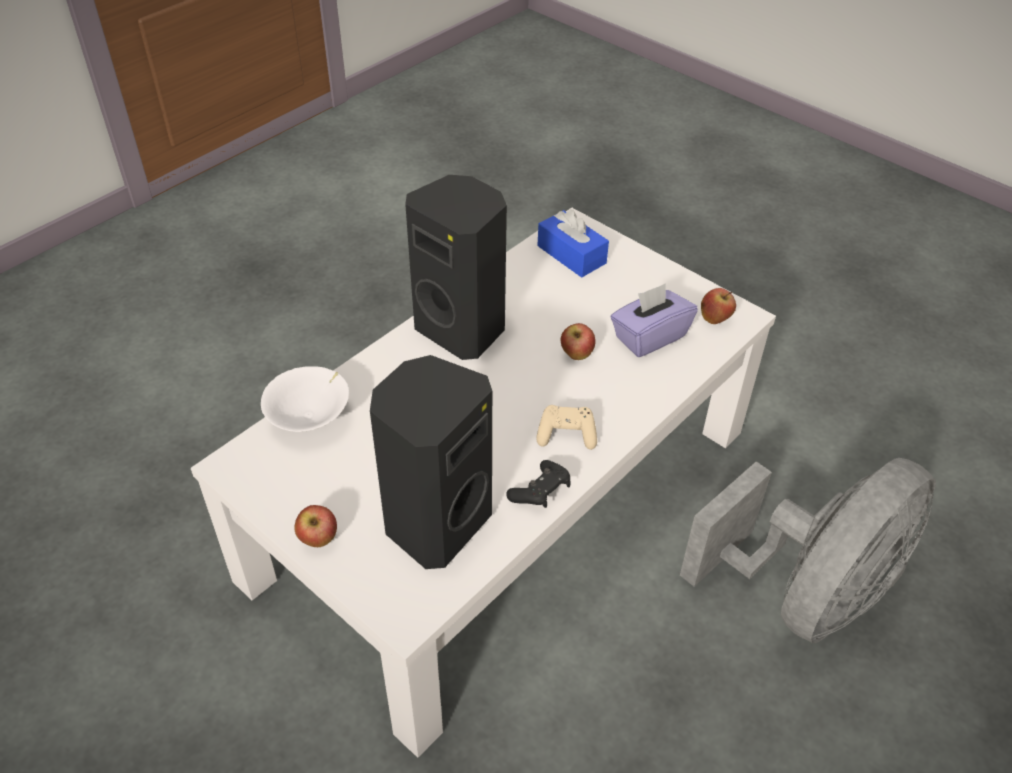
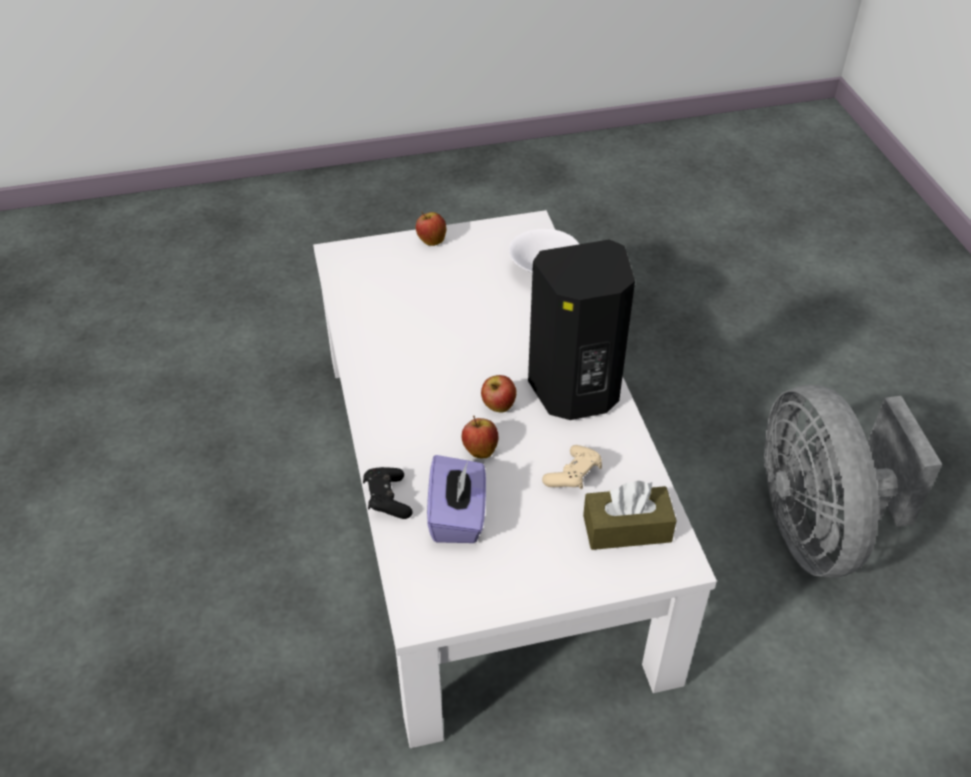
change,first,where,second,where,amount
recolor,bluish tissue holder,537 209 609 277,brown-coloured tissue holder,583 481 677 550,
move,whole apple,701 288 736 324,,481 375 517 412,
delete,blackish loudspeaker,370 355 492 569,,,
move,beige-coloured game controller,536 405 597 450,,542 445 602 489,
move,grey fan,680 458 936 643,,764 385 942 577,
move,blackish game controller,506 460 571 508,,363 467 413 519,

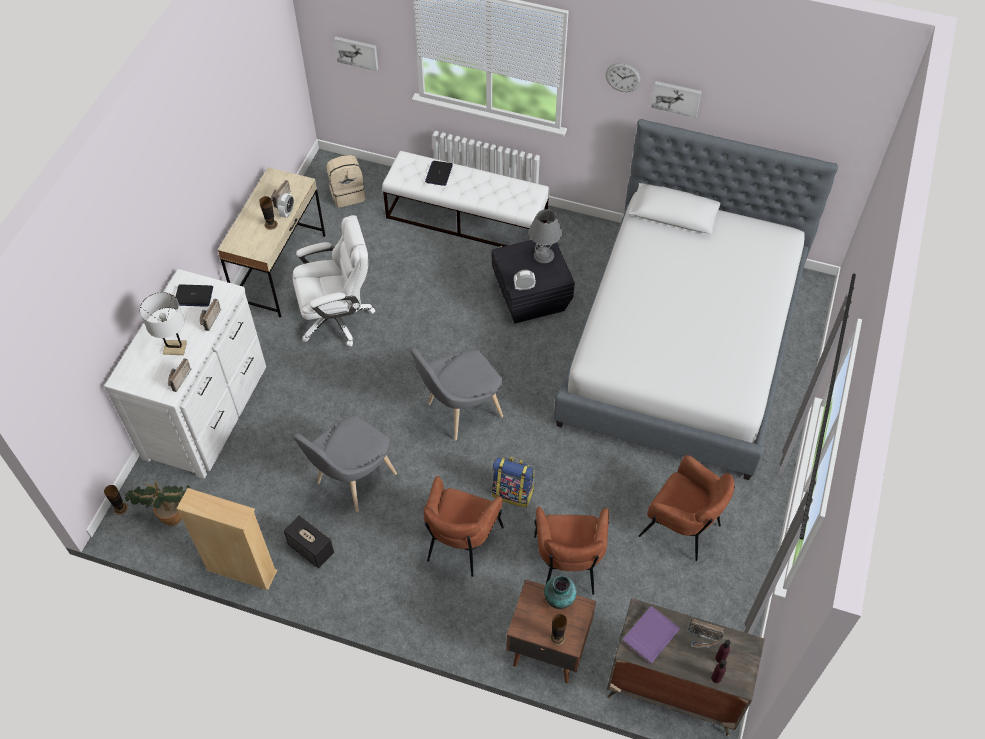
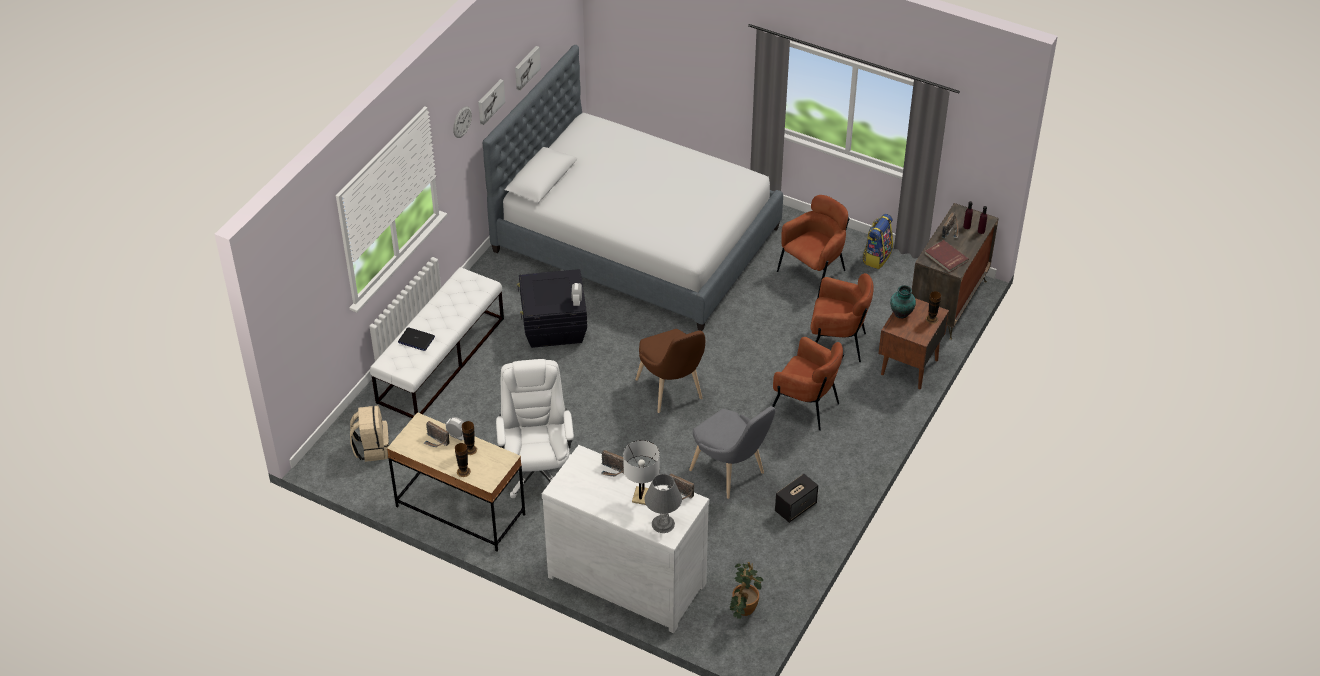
change,first,where,second,where,amount
move,wall picture,334 37 378 71,,515 46 541 91,
move,grey table lamp,529 209 562 263,,645 474 682 533,
delete,laptop,176 284 213 307,,,
recolor,grey upright chair,410 347 503 440,brown-coloured upright chair,635 329 705 413,
move,backpack,492 457 534 507,,863 214 893 269,
move,decorative vase,104 485 128 515,,455 443 471 477,
delete,beige-coloured bookcase,176 488 277 590,,,
recolor,purple-coloured volume,622 606 680 664,red-coloured volume,925 240 969 273,

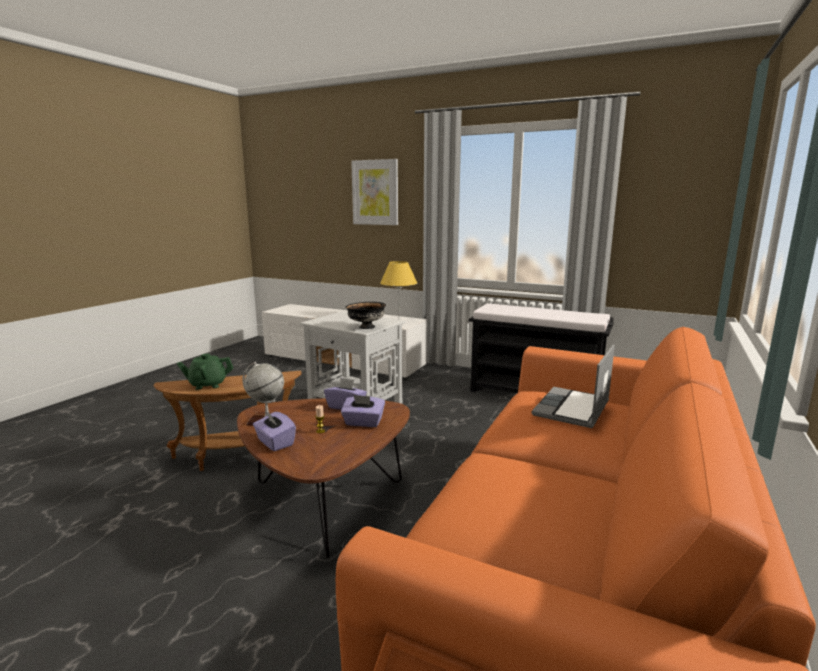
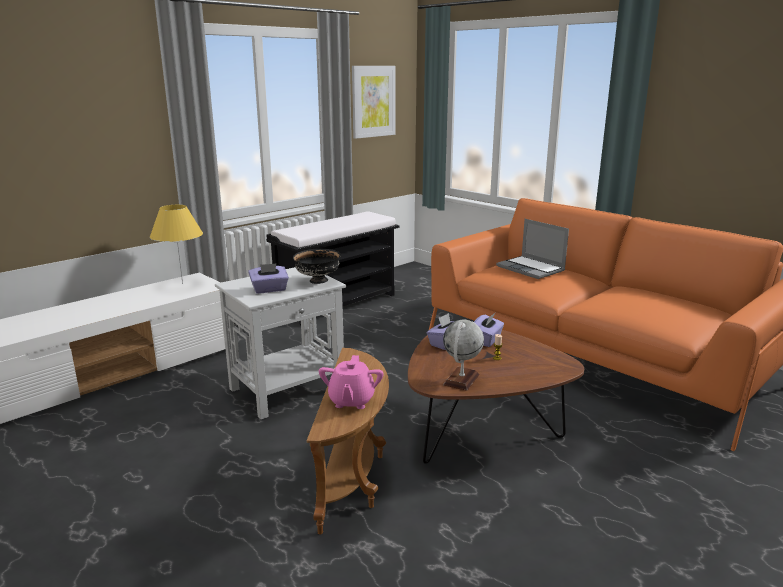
change,first,where,second,where,amount
move,wall picture,351 159 398 225,,352 66 396 139,
recolor,greenish tea pot,177 353 233 390,pinkish tea pot,319 355 384 409,
move,purple-coloured tissue holder,253 410 296 451,,248 263 289 294,

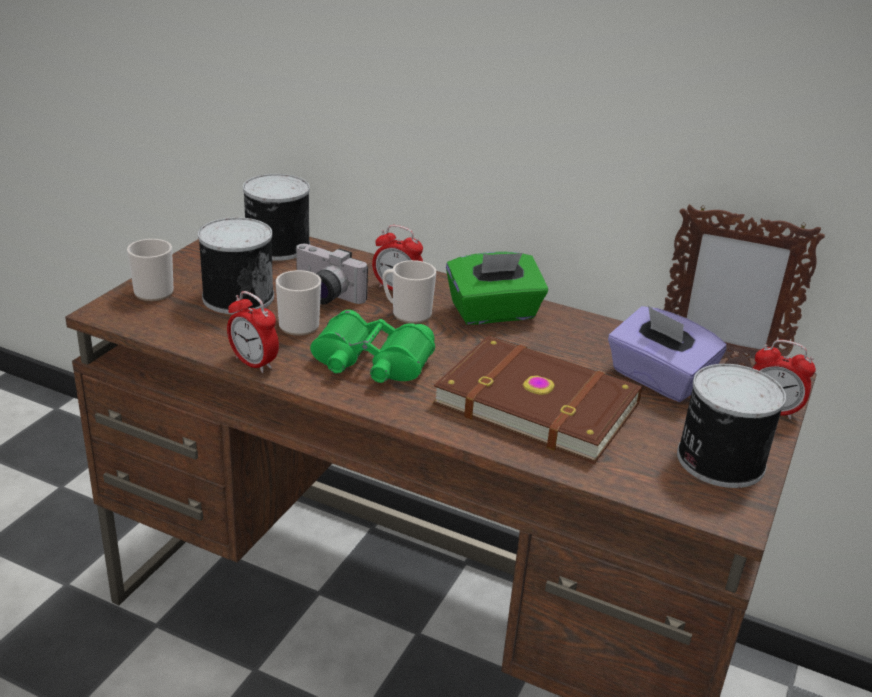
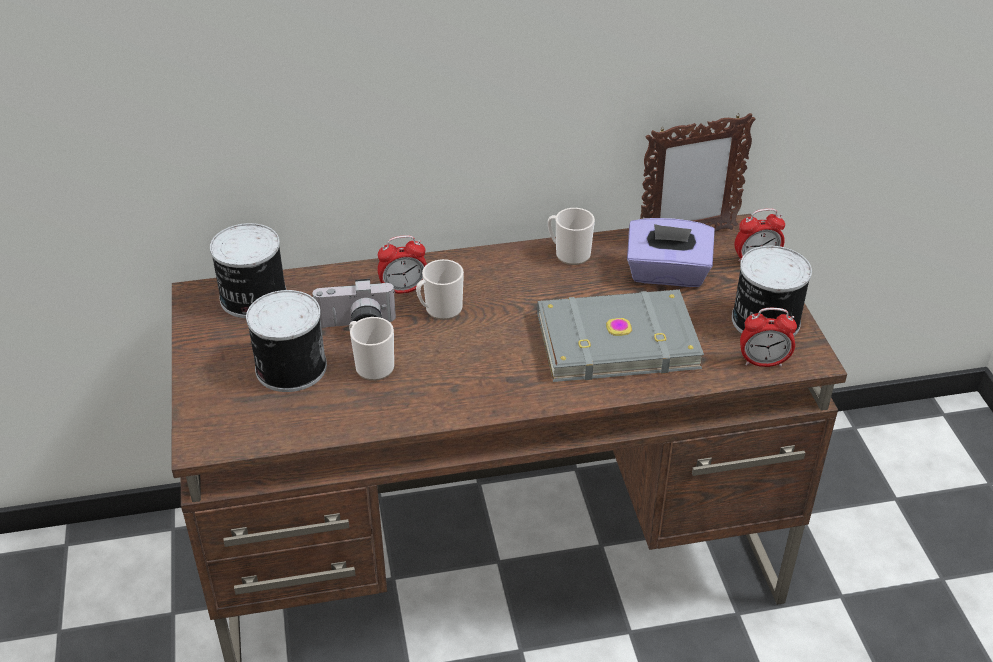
change,first,where,second,where,amount
move,mug,127 239 174 301,,548 208 595 265,
delete,greenish tissue holder,446 252 548 324,,,
move,table clock,227 291 279 373,,740 308 797 367,
delete,greenish binoculars,310 310 435 383,,,
recolor,brown-coloured volume,432 336 642 464,grey volume,537 289 704 382,

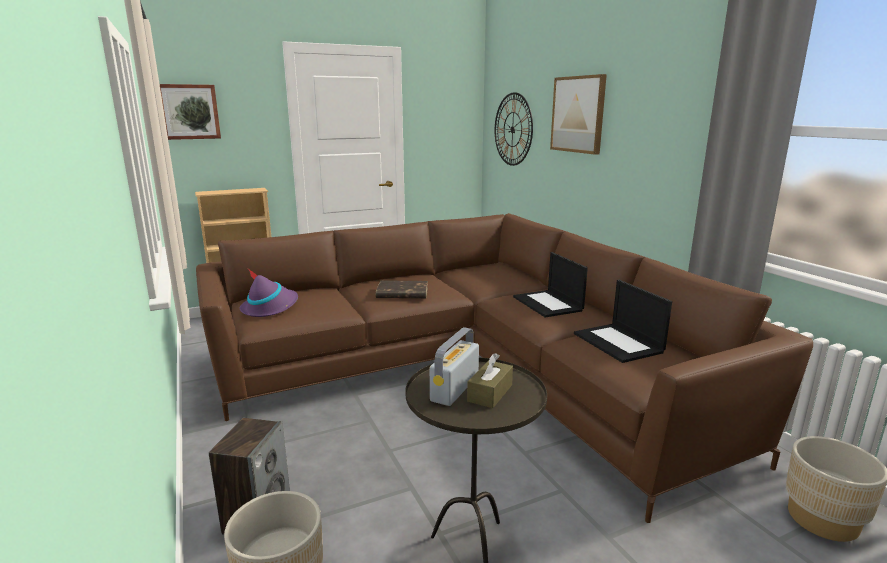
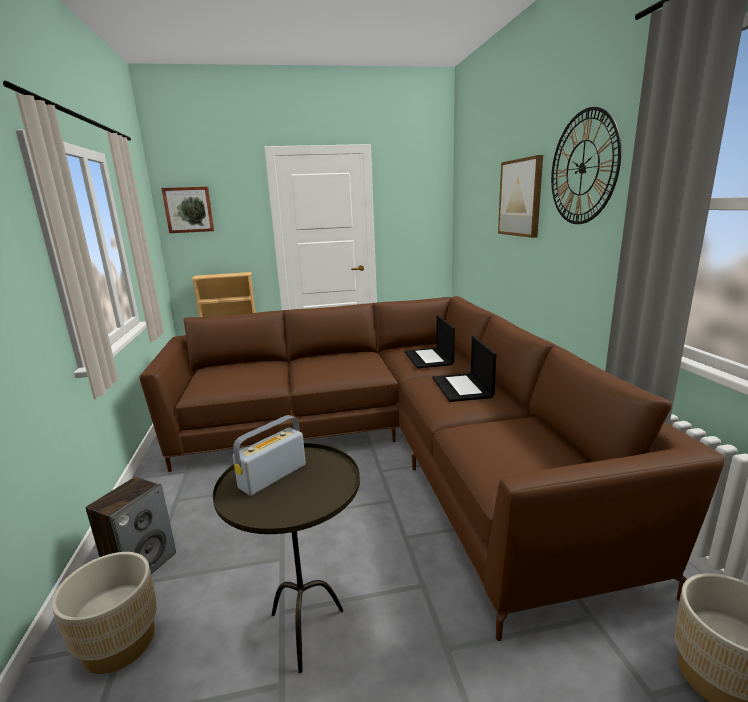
change,first,where,second,where,amount
move,clock on the wall,495 92 533 166,,551 107 621 224,
delete,purple-coloured hat,240 269 298 317,,,
delete,brown-coloured volume,376 280 428 298,,,
move,laptop,574 280 672 363,,404 316 455 369,
delete,brown-coloured tissue holder,467 353 513 408,,,

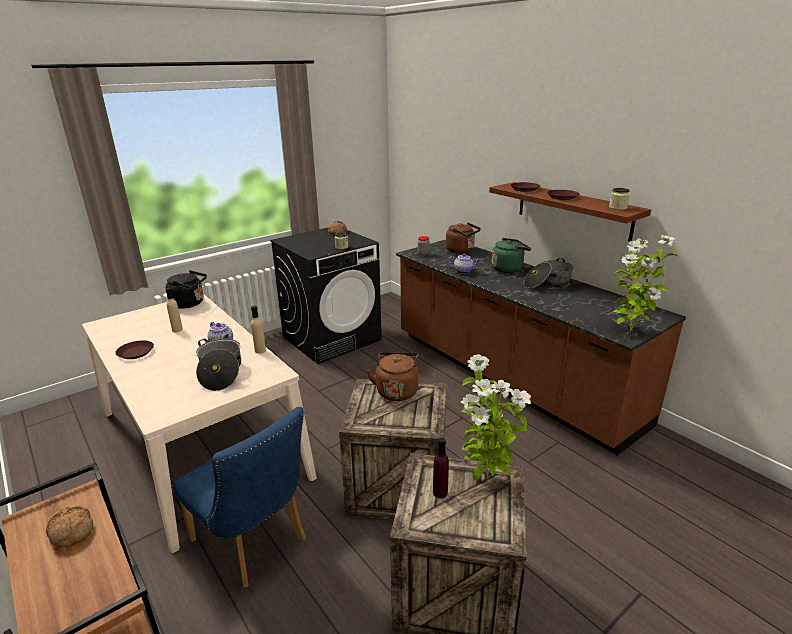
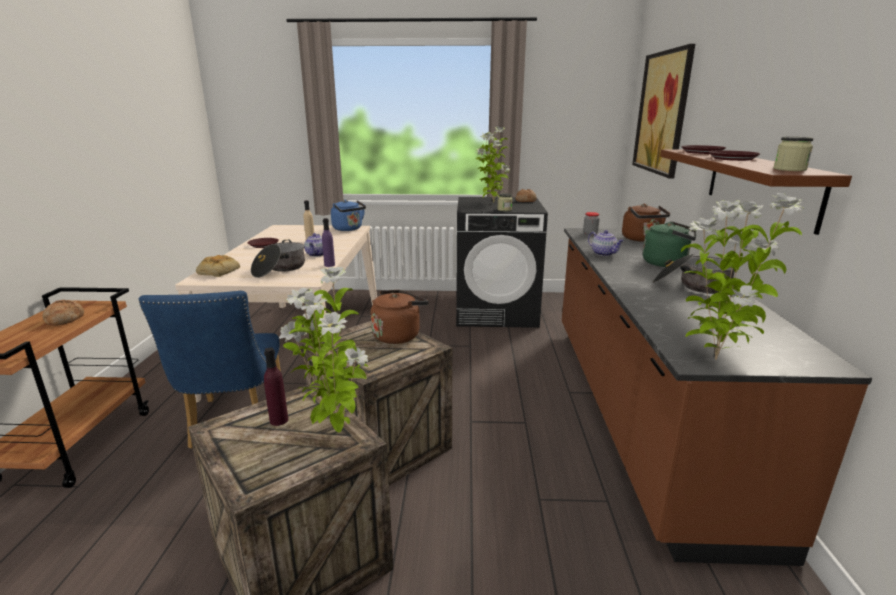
change,first,where,second,where,amount
recolor,blackish kettle,166 270 207 309,bluish kettle,331 200 366 231,
recolor,beige-coloured beverage bottle,251 306 266 354,purple-coloured beverage bottle,322 218 335 267,
insert,,,wall picture,632 44 695 179,
insert,,,houseplant,475 126 510 203,
insert,,,bread,196 255 240 277,

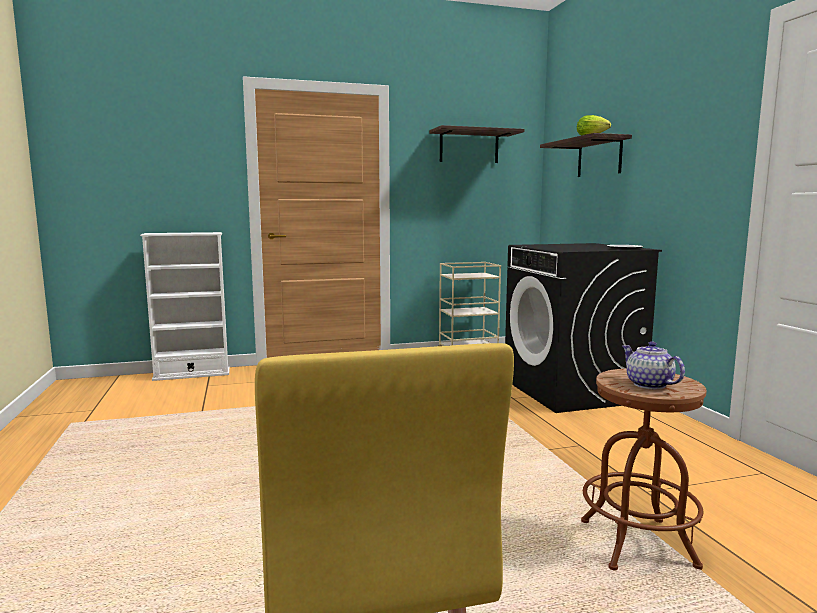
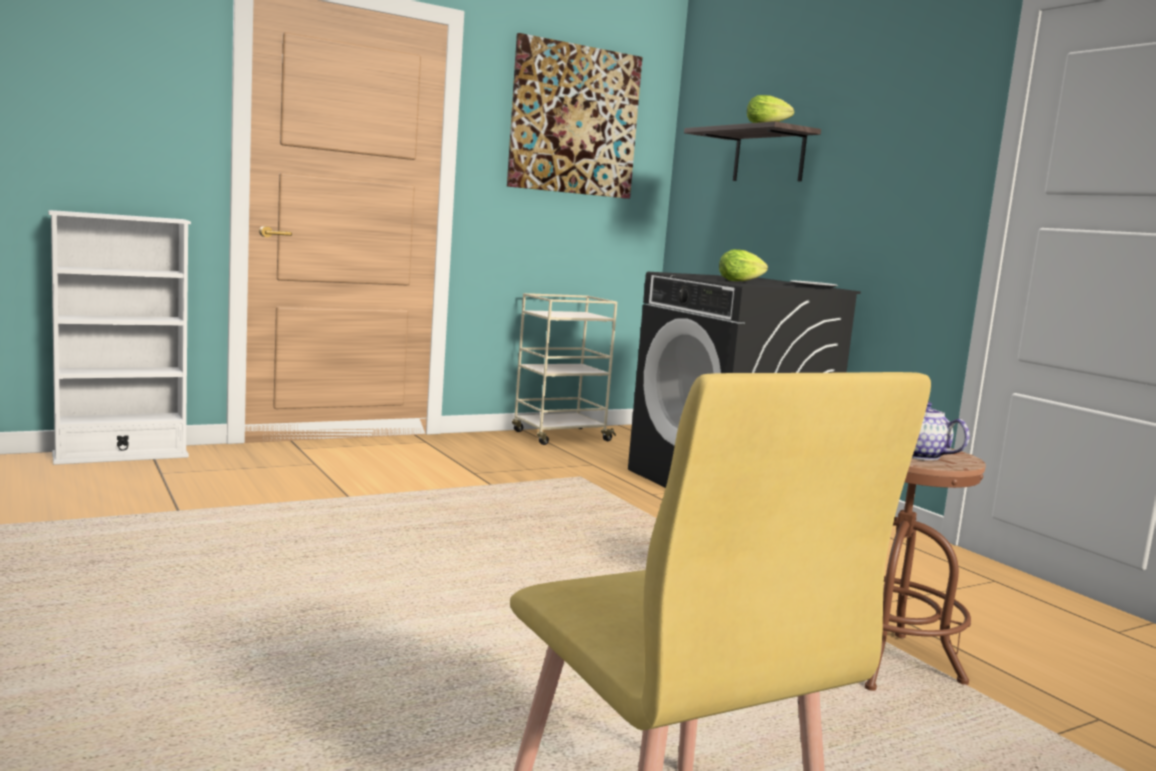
change,first,where,second,where,amount
replace,bracket shelf,429 125 524 163,wall picture,507 33 643 199,
insert,,,lettuce head,719 249 768 281,

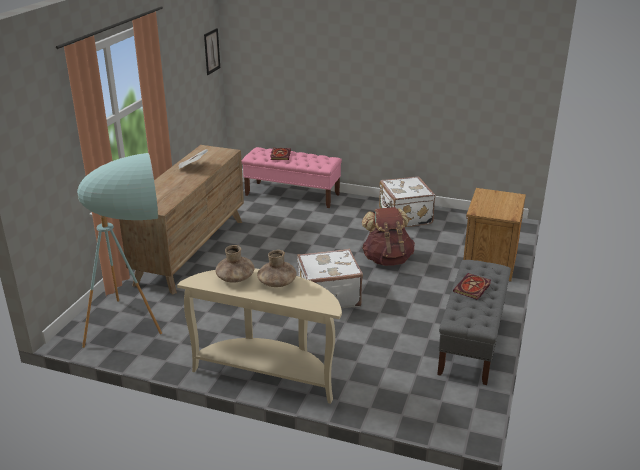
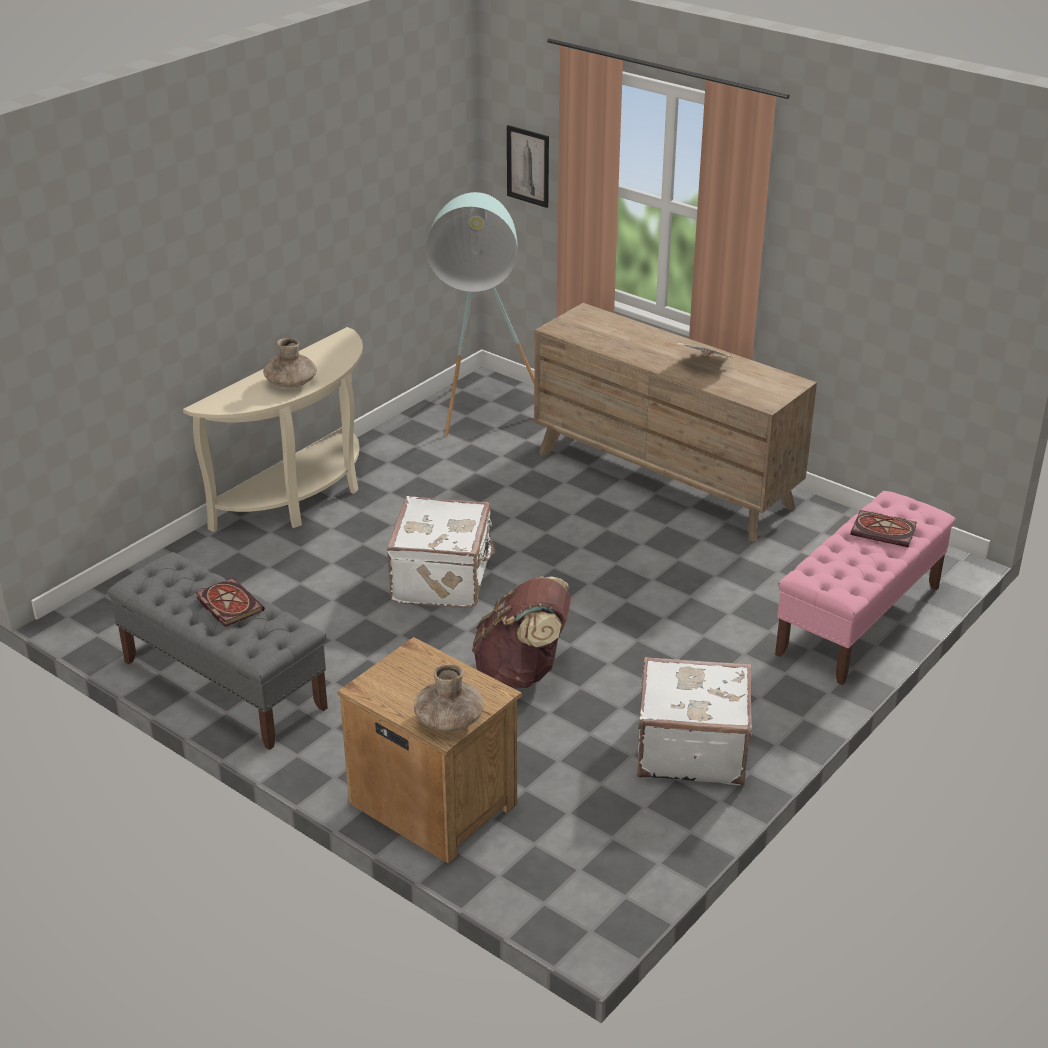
change,first,where,second,where,amount
move,wall picture,204 28 220 75,,507 125 549 208,
move,brown-coloured decorative vase,215 245 254 283,,414 665 484 731,

